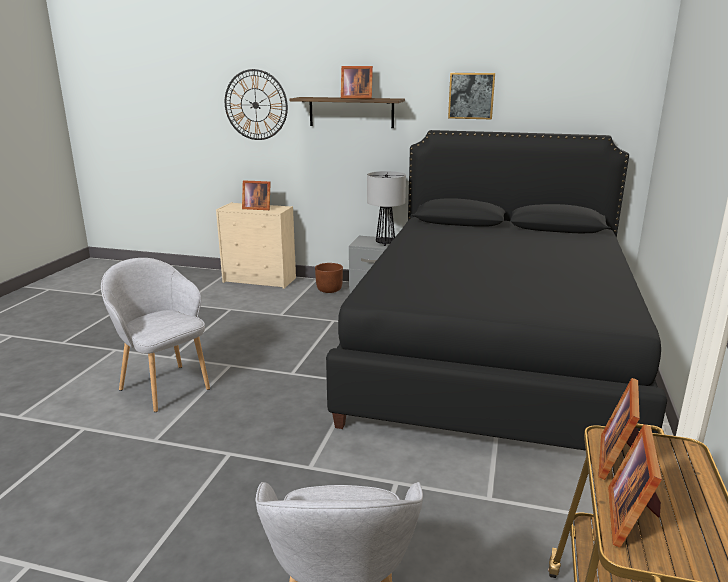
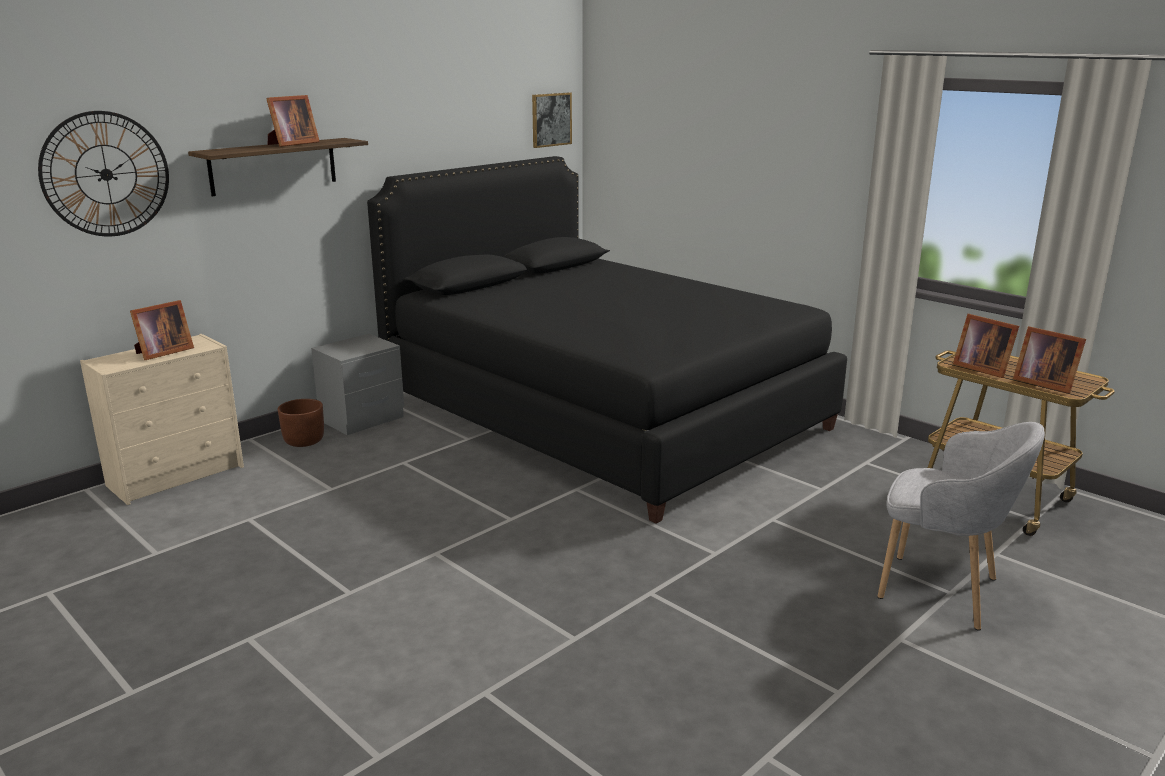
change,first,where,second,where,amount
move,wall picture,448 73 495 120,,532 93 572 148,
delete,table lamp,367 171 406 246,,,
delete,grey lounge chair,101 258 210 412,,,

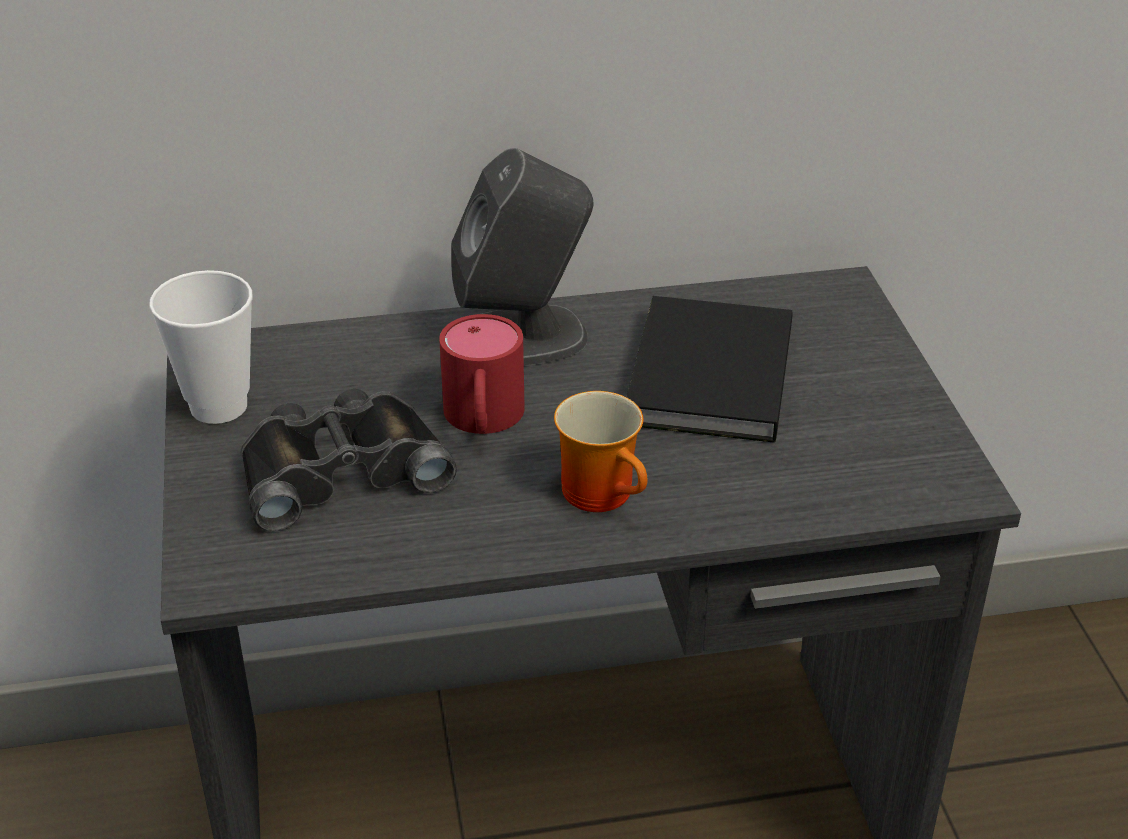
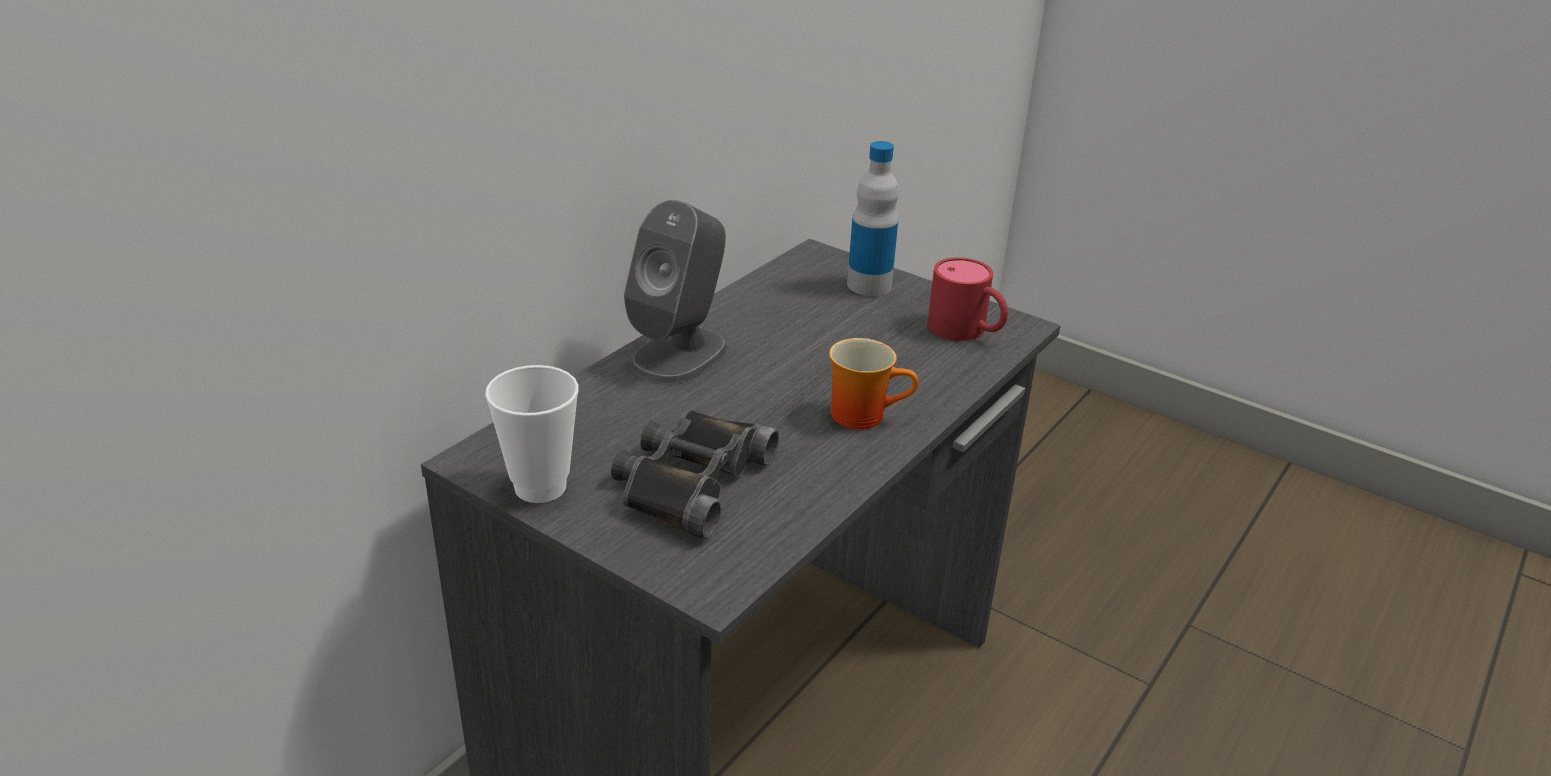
change,first,where,second,where,amount
delete,blackish volume,626 296 792 443,,,
move,red-coloured mug,439 314 525 434,,927 257 1008 341,
insert,,,beverage bottle,847 141 899 296,

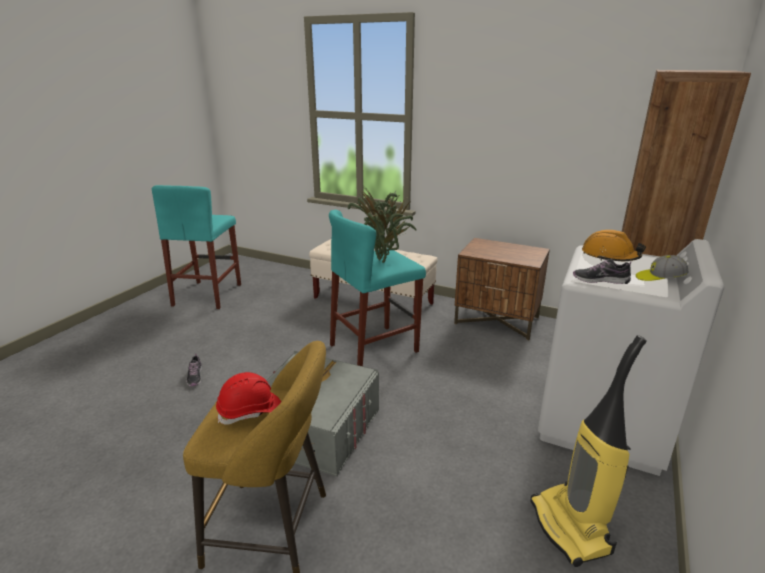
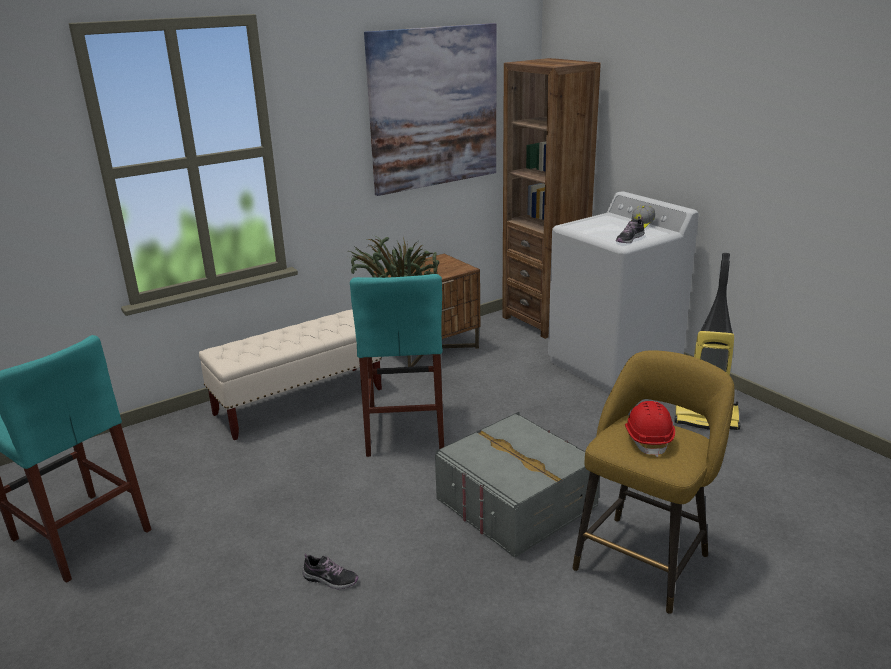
change,first,where,second,where,amount
delete,orange work helmet,582 230 646 261,,,
insert,,,wall picture,364 23 497 196,

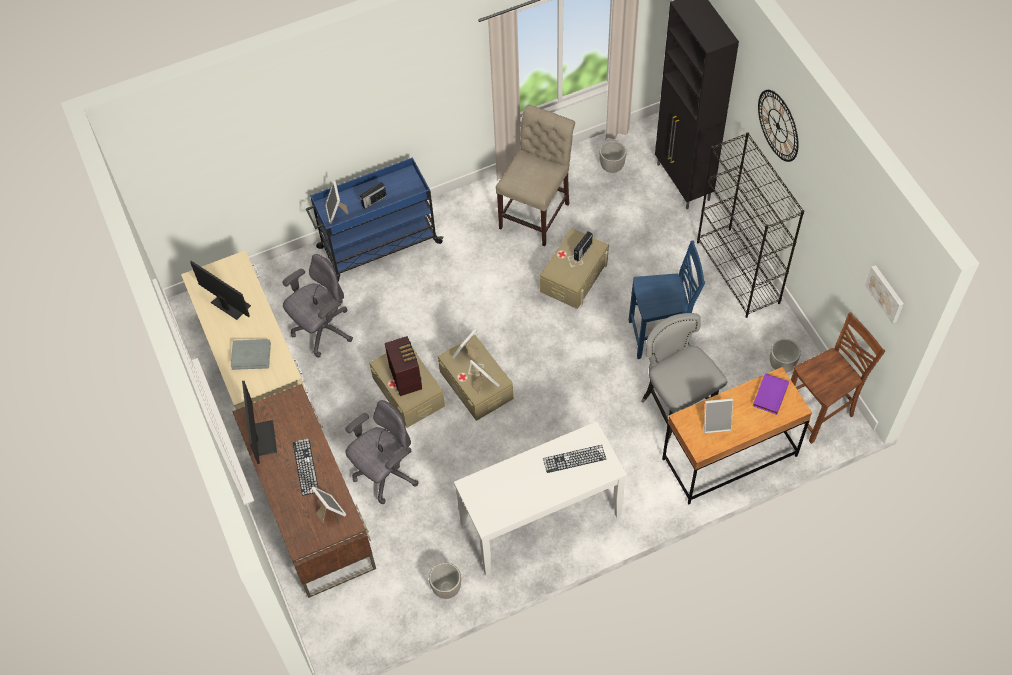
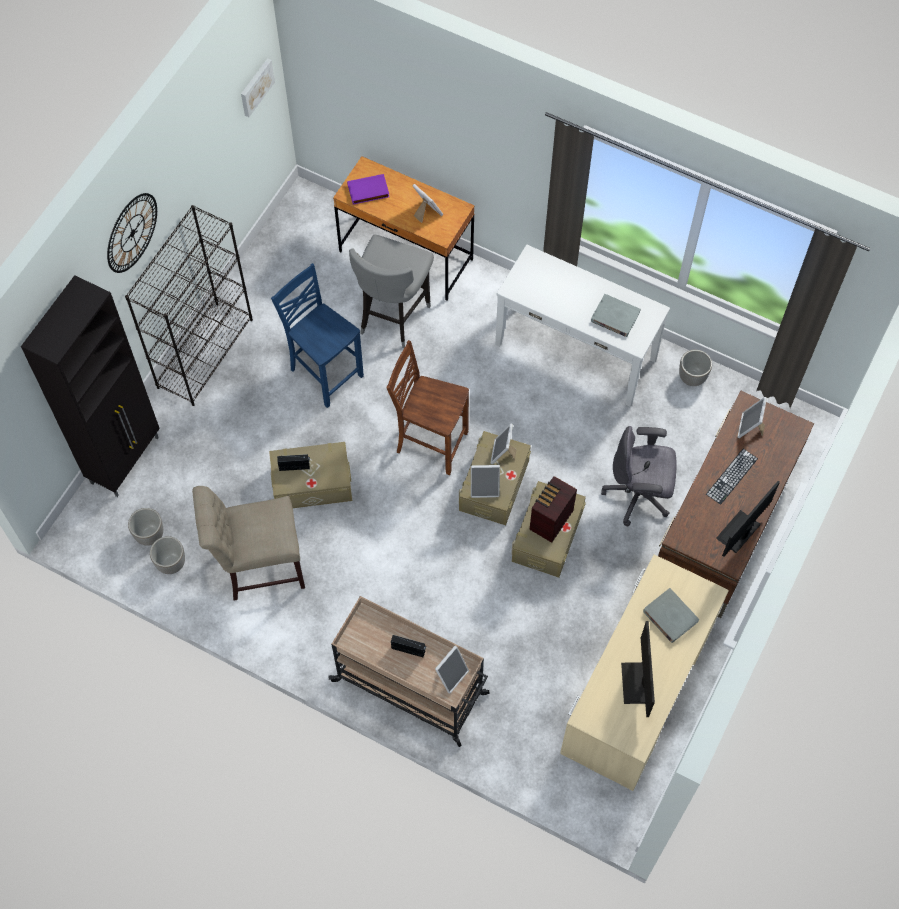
change,first,where,second,where,amount
recolor,bluish wheeled cart,306 157 443 281,beige-coloured wheeled cart,328 596 490 747,
delete,grey desk chair,282 254 353 357,,,
move,brown-coloured upright chair,791 312 885 444,,387 340 469 475,
move,plant pot,770 339 801 373,,150 536 185 574,
delete,computer keyboard,543 445 606 473,,,
insert,,,grey volume,591 294 641 337,

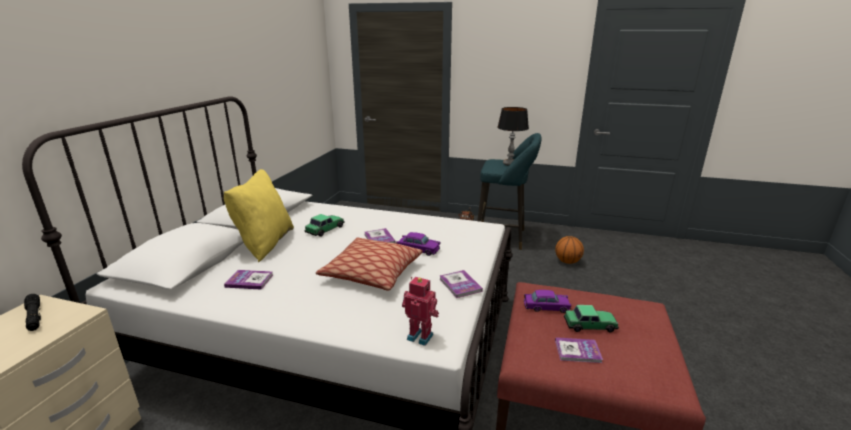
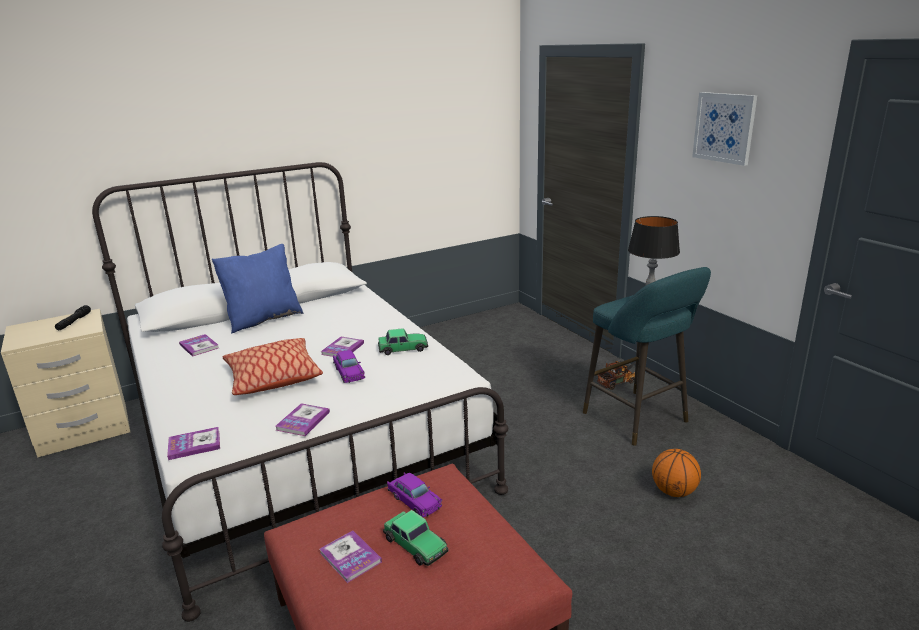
change,first,where,second,where,amount
recolor,yellow cushion,224 169 294 262,bluish cushion,212 244 304 334,
move,model car,305 214 345 237,,378 328 428 355,
replace,toy robot,402 277 439 346,volume,167 427 220 460,
insert,,,wall picture,692 92 757 166,

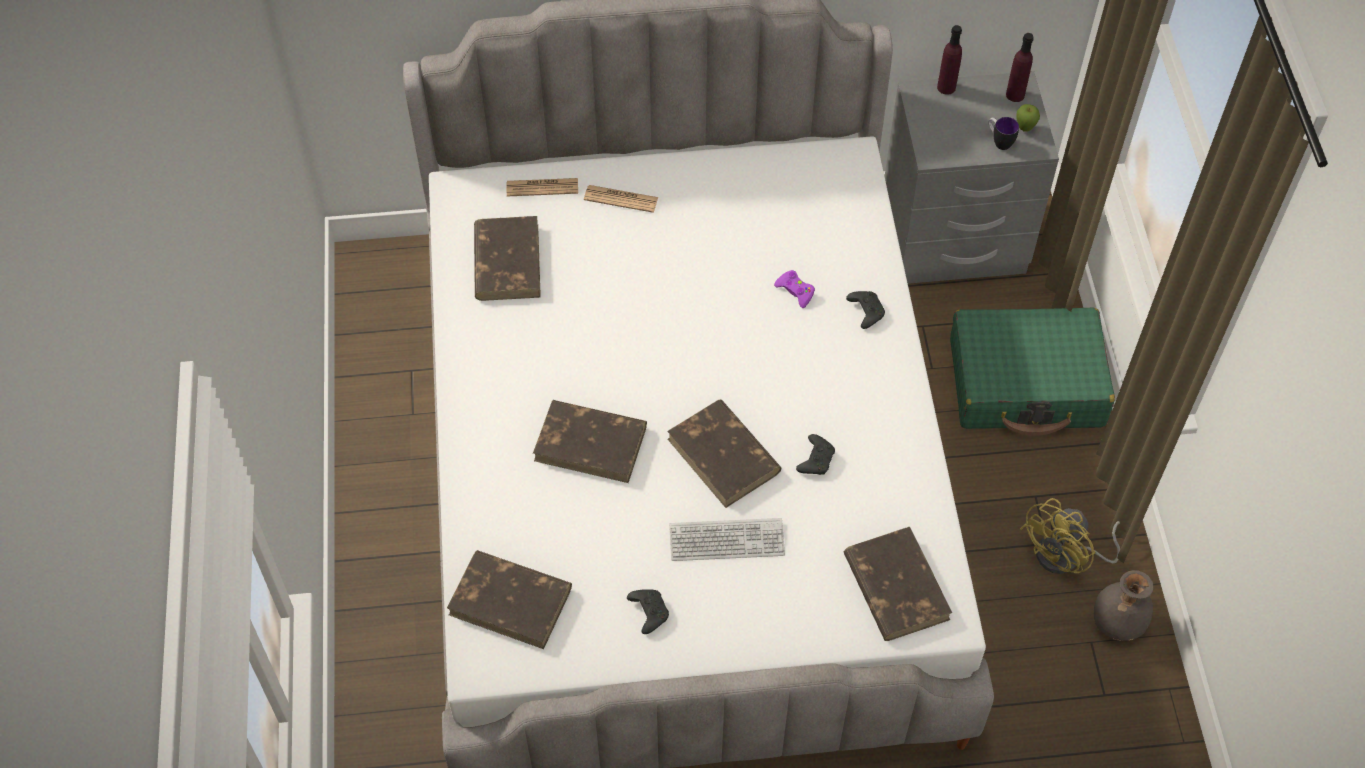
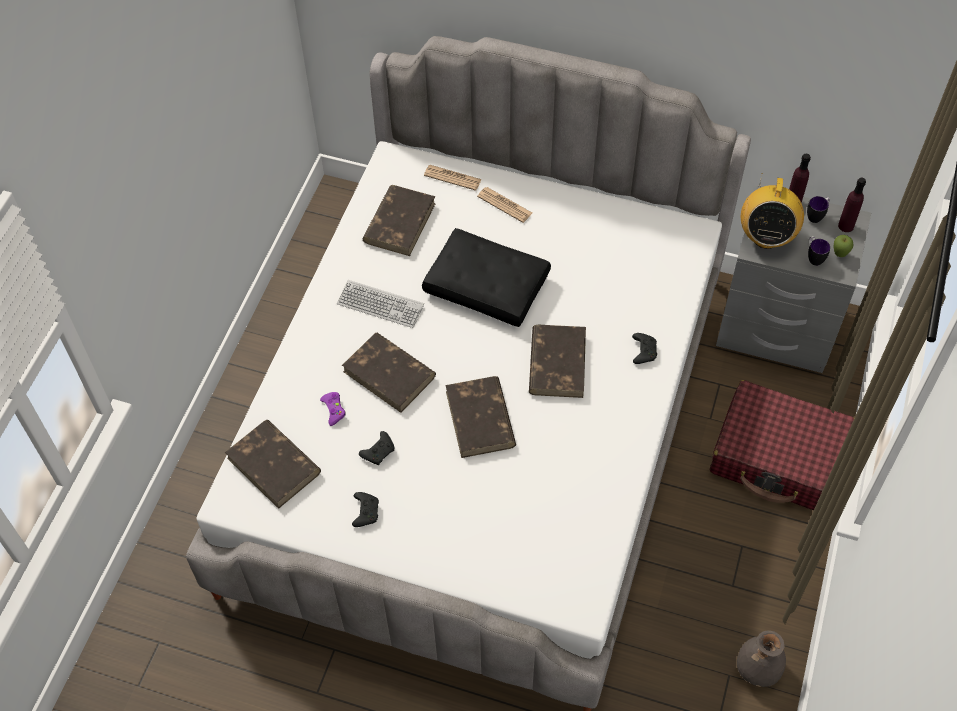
change,first,where,second,where,amount
move,purple-coloured game controller,774 270 815 308,,320 392 346 426,
recolor,greenish suitcase,950 307 1115 436,red-coloured suitcase,710 380 855 510,
move,blackish game controller,796 434 835 475,,359 431 394 465,
delete,yellow fan,1020 498 1120 574,,,
move,computer keyboard,669 518 785 561,,337 280 424 328,
move,brown-coloured volume,844 527 952 641,,529 325 586 398,
insert,,,radio set,741 173 804 249,
insert,,,mug,807 196 830 223,
insert,,,blackish cushion,422 228 551 327,

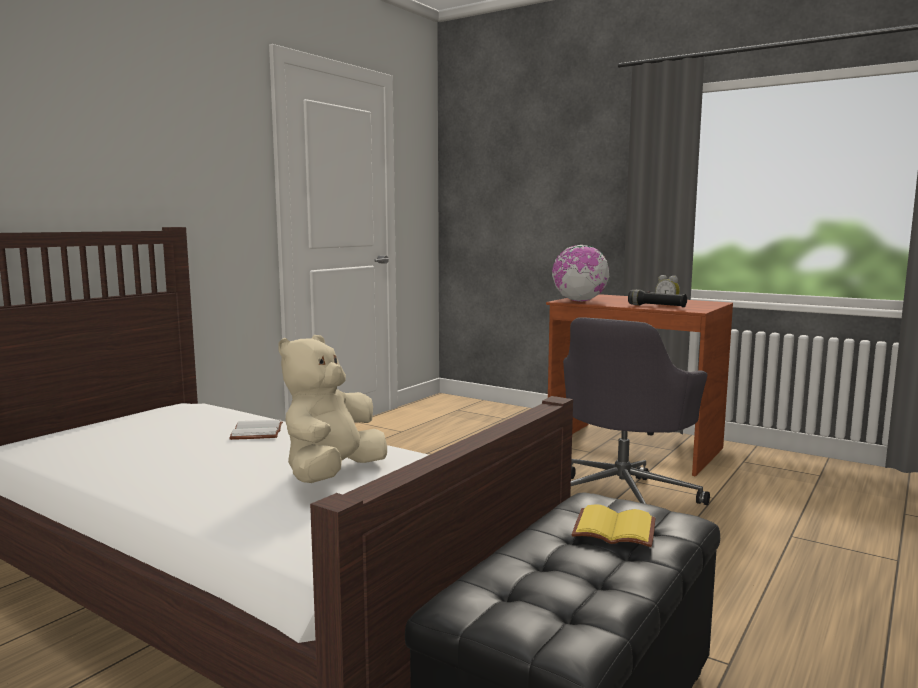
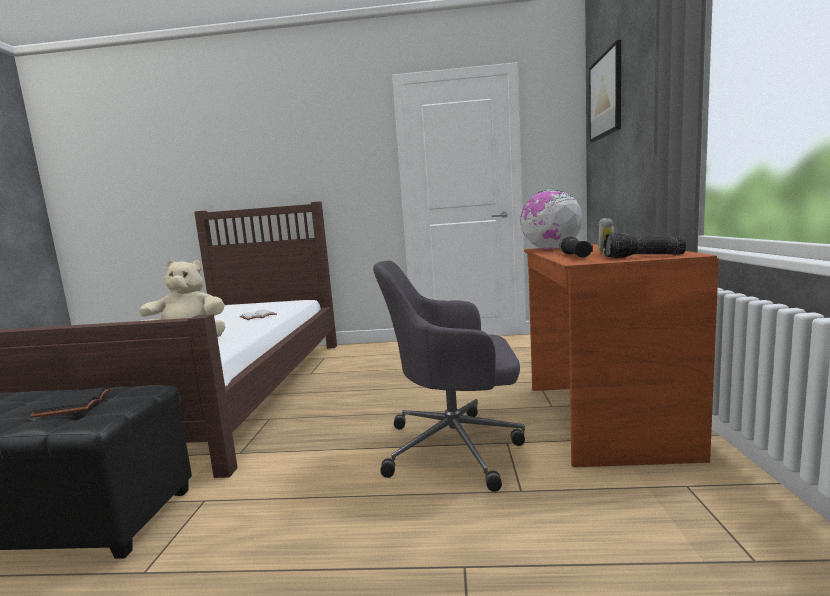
change,first,where,second,where,amount
recolor,yellow volume,572 504 655 547,blackish volume,30 387 112 418,
insert,,,wall picture,589 40 621 143,
insert,,,hand torch,603 233 686 258,

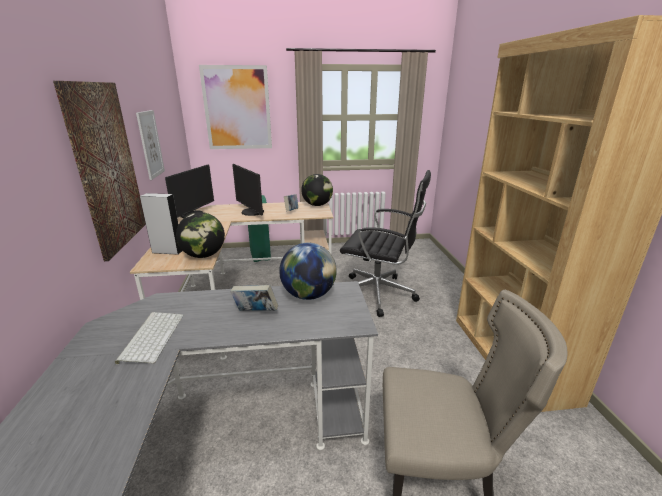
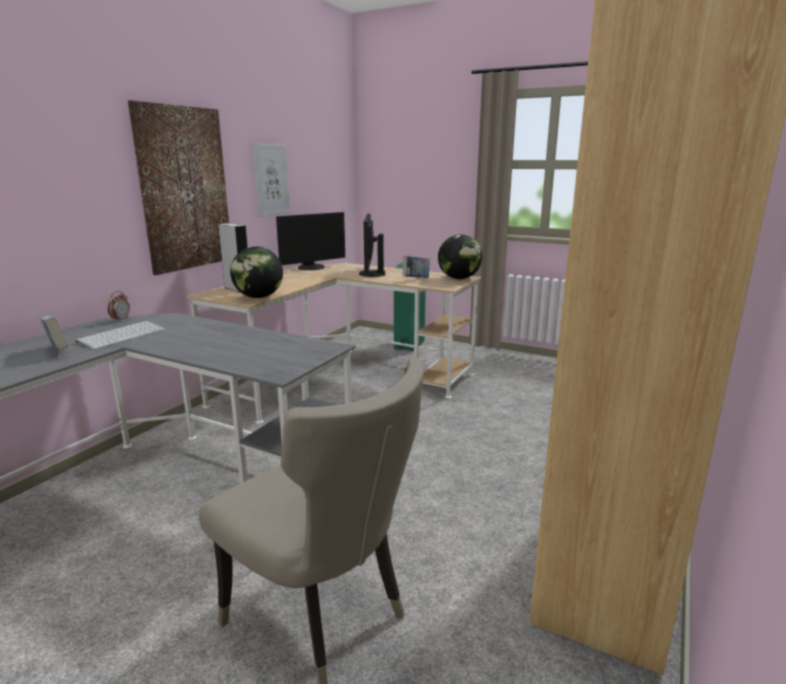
change,first,where,second,where,amount
delete,wall picture,199 65 272 149,,,
delete,blackish desk chair,340 170 431 317,,,
delete,desk globe,279 243 337 300,,,
move,volume,230 285 278 311,,39 315 68 350,
insert,,,table clock,108 291 130 322,

